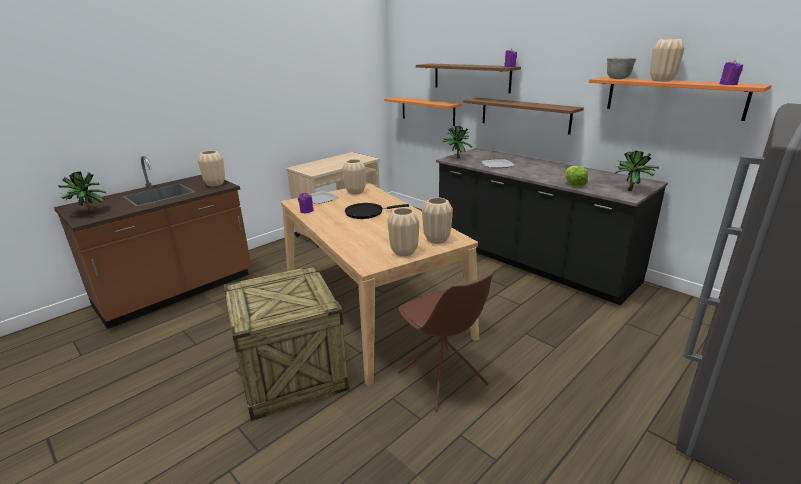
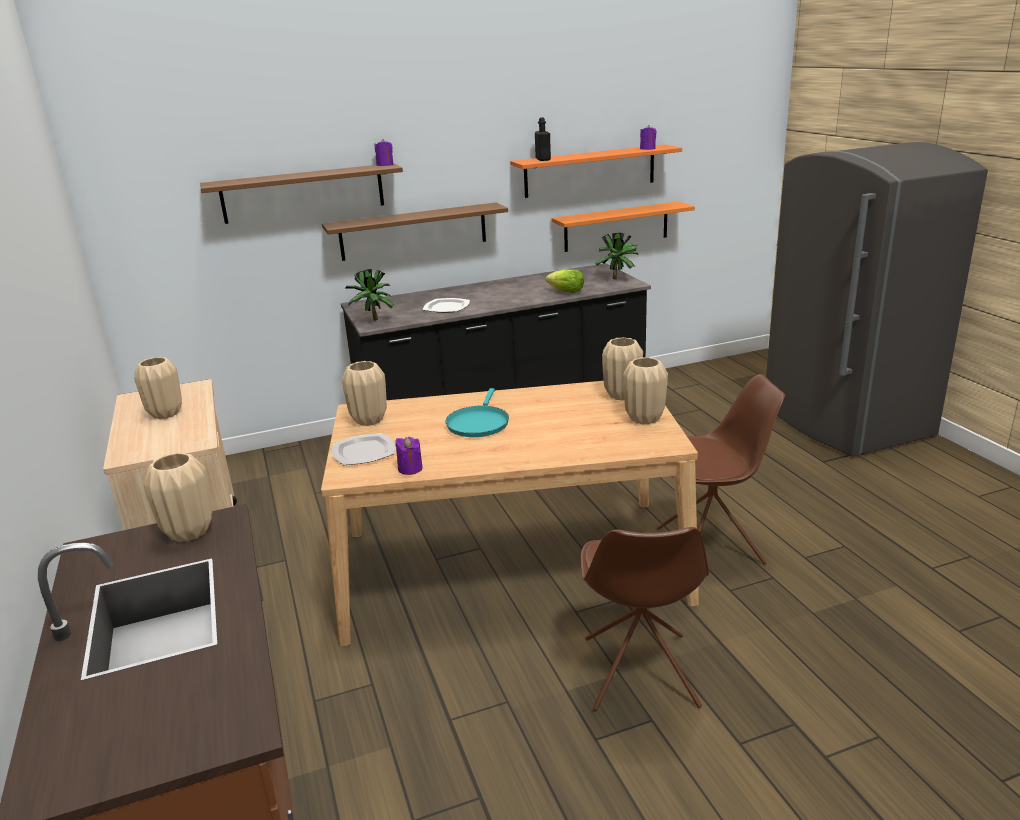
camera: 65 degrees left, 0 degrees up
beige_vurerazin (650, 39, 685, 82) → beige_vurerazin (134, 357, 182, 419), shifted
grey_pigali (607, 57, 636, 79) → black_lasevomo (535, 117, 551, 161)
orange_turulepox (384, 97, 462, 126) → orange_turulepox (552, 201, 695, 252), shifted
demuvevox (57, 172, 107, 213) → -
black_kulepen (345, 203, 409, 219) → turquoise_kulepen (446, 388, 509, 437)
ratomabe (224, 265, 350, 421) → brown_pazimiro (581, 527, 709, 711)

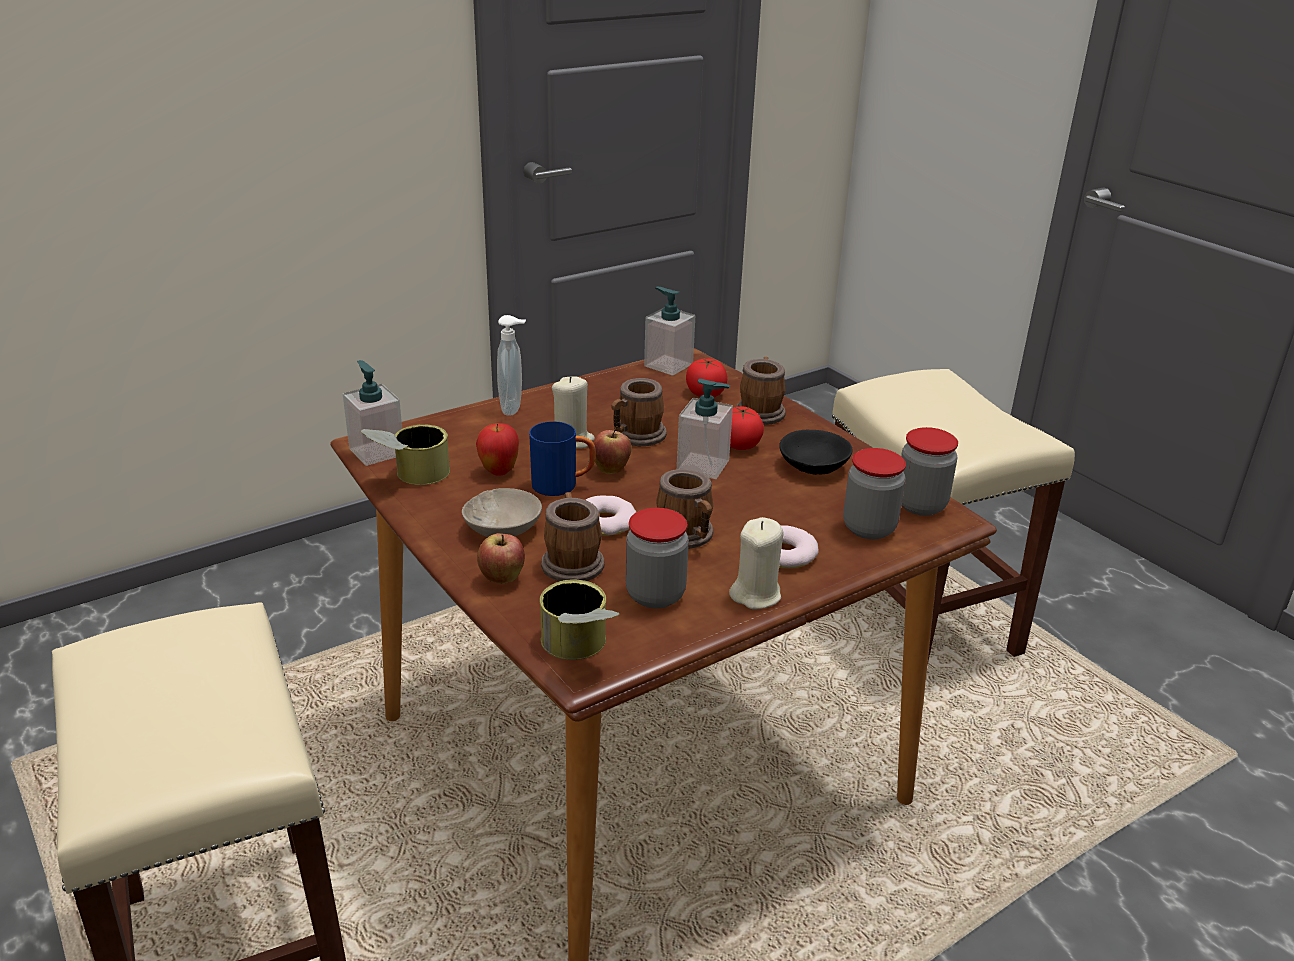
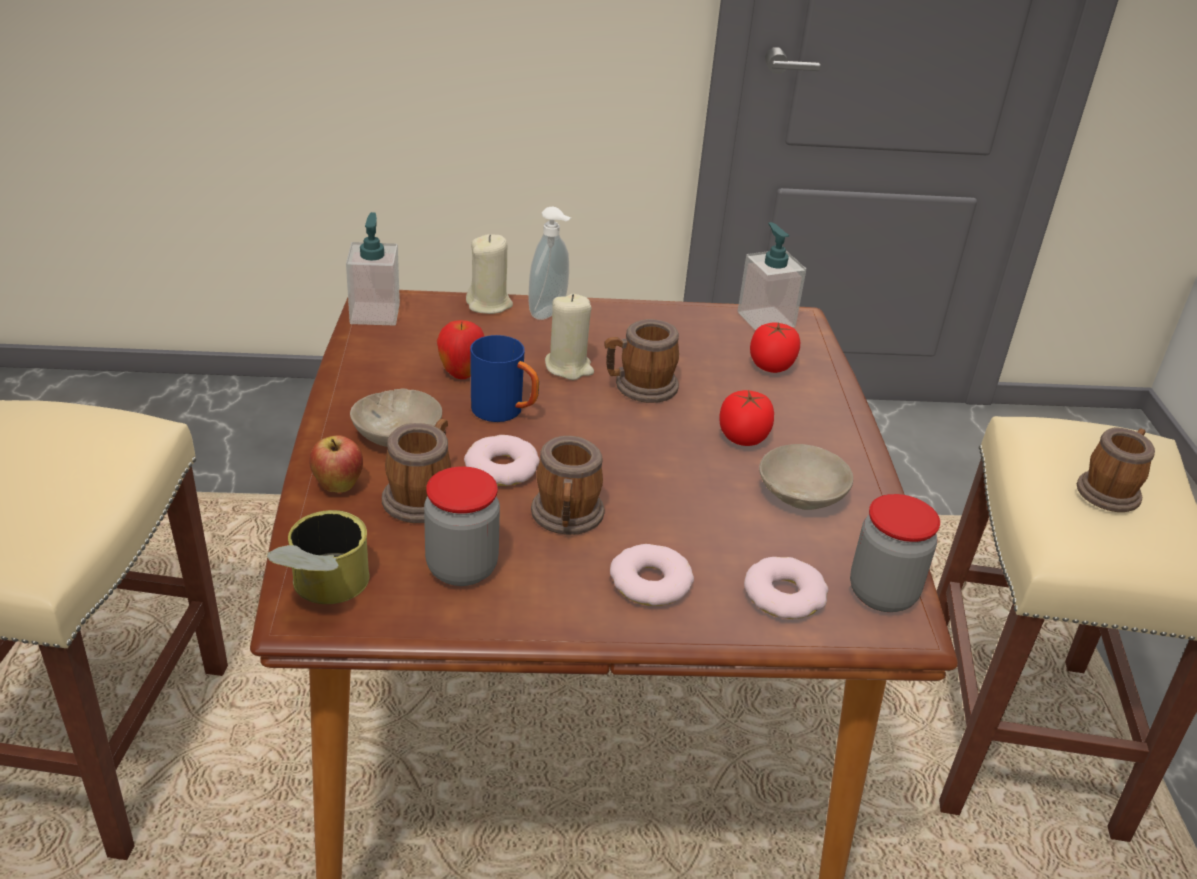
camera: 30 degrees right, 5 degrees up
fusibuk (736, 357, 786, 425) → fusibuk (1077, 427, 1155, 512), shifted
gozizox (677, 379, 733, 479) → -
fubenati (361, 424, 450, 485) → -
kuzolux (593, 426, 632, 474) → -
black_pigali (779, 430, 852, 475) → beige_pigali (759, 444, 853, 510)
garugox (843, 448, 906, 539) → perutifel (744, 557, 828, 619)
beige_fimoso (729, 517, 784, 609) → beige_fimoso (466, 234, 513, 314), shifted

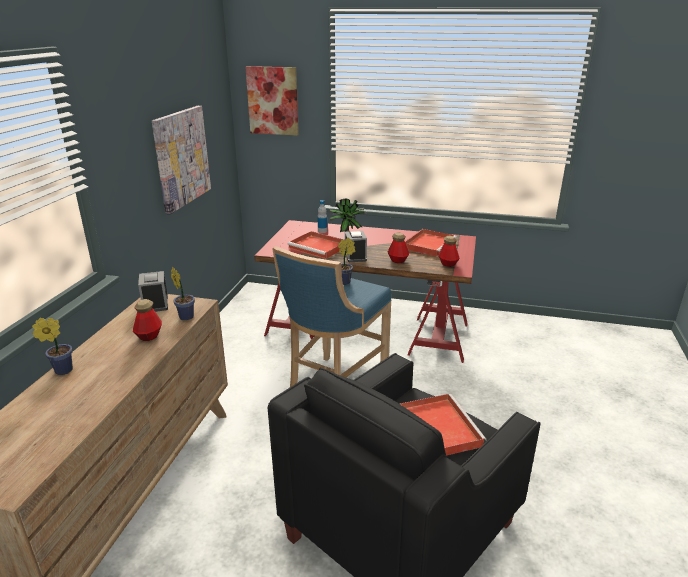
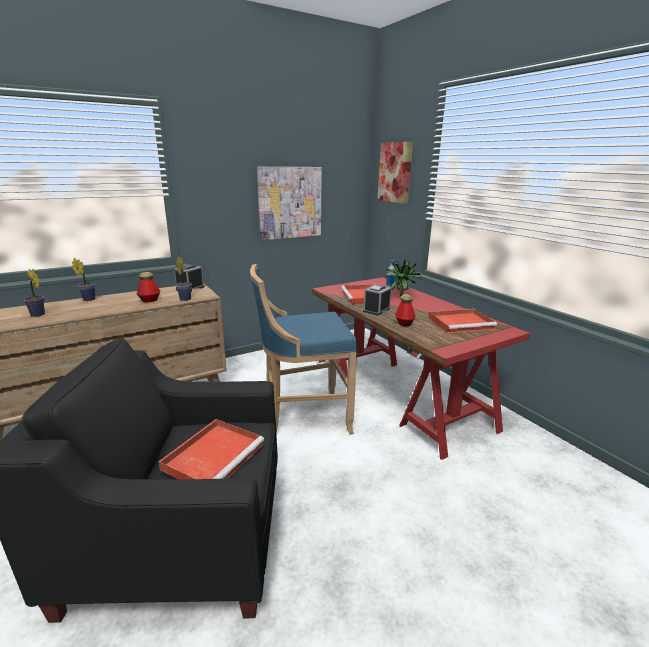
camera: 45 degrees right, 5 degrees down
lasevomo (438, 236, 460, 267) → -
demuvevox (338, 237, 355, 285) → demuvevox (23, 269, 45, 317), shifted

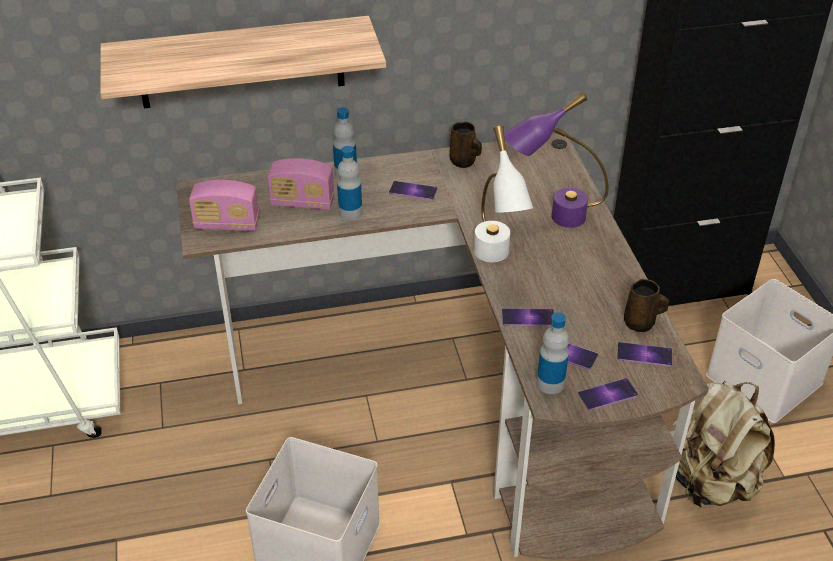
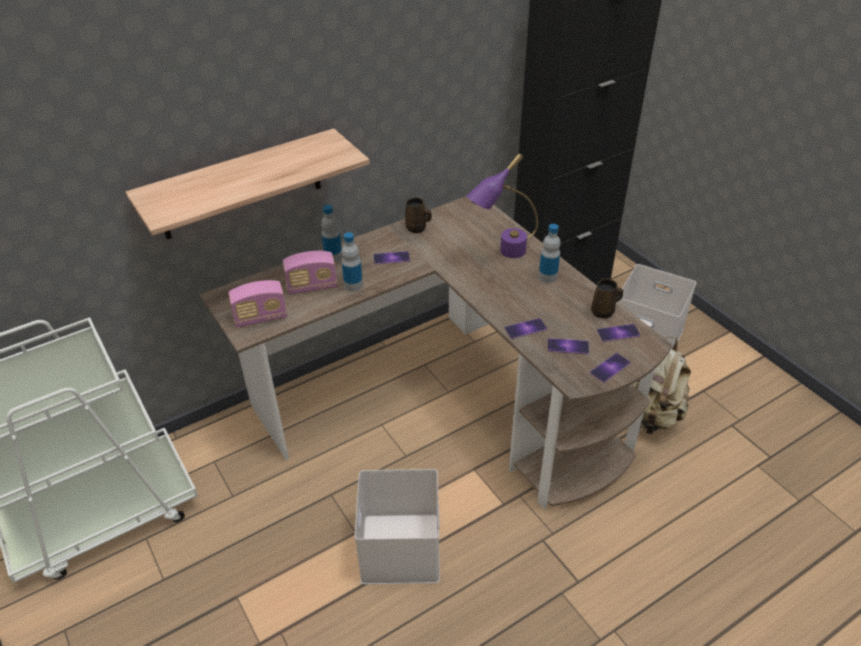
camera: 20 degrees left, 0 degrees up
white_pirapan (474, 126, 533, 262) → -
lasevomo (537, 312, 569, 394) → lasevomo (539, 224, 561, 283), shifted

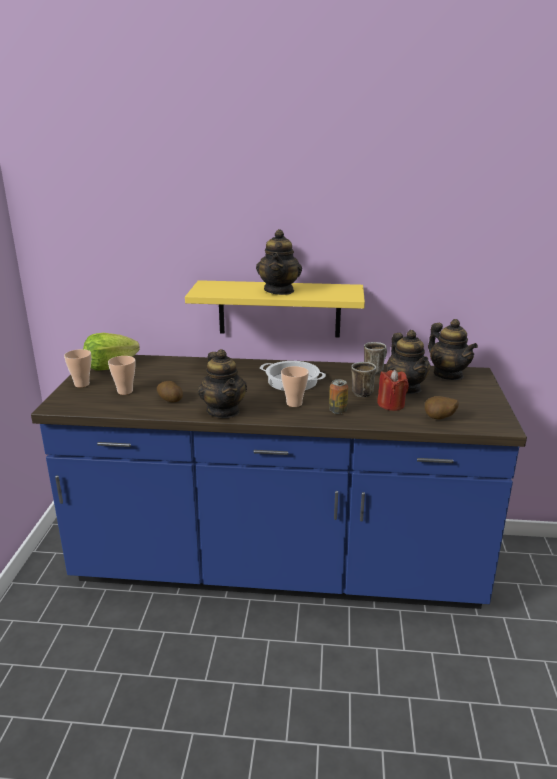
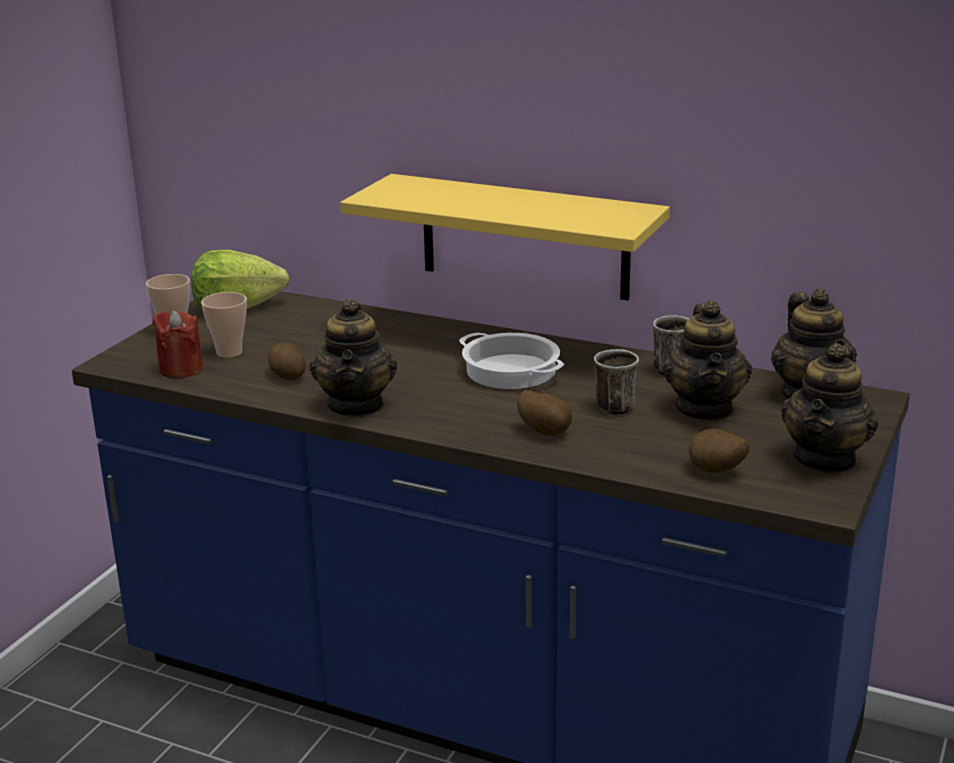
camera: 20 degrees right, 0 degrees up
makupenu (256, 229, 302, 295) → makupenu (781, 343, 878, 474), shifted
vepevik (281, 366, 309, 407) → -
red_fimoso (377, 370, 409, 411) → red_fimoso (152, 310, 203, 378), shifted
fubenati (329, 379, 348, 414) → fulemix (517, 390, 572, 436)

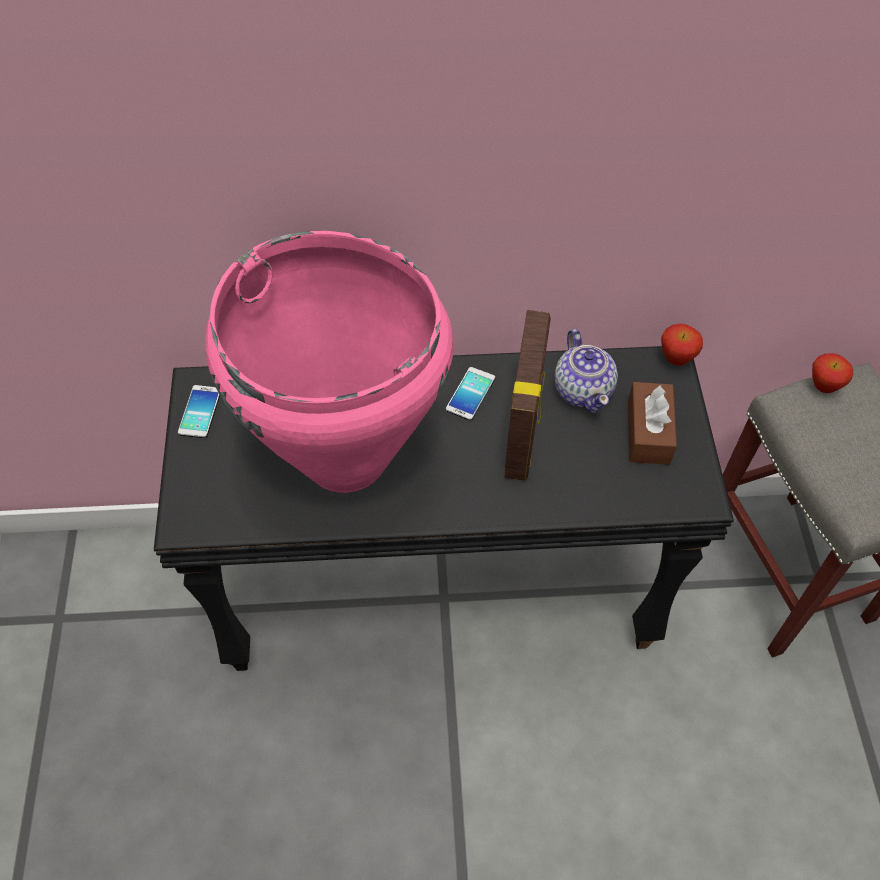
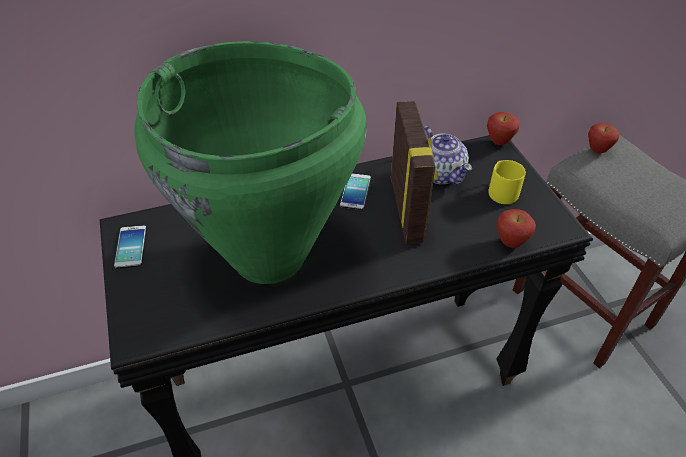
camera: 15 degrees left, 10 degrees down
pink_vurerazin (205, 231, 454, 493) → green_vurerazin (134, 41, 367, 284)
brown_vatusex (628, 382, 677, 465) → yellow_fusibuk (488, 160, 526, 204)
- → kuzolux (496, 209, 536, 248)

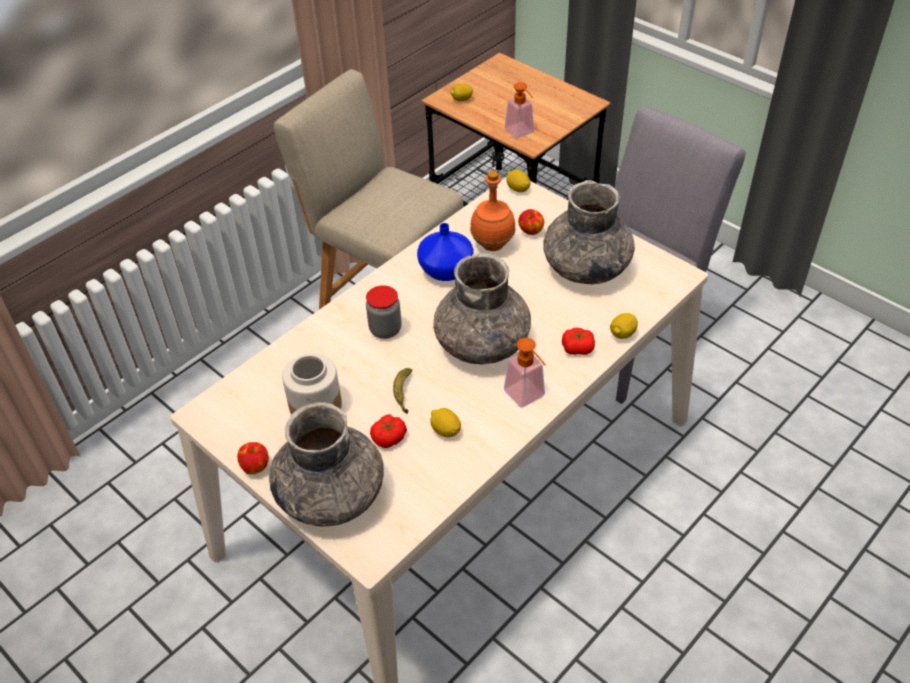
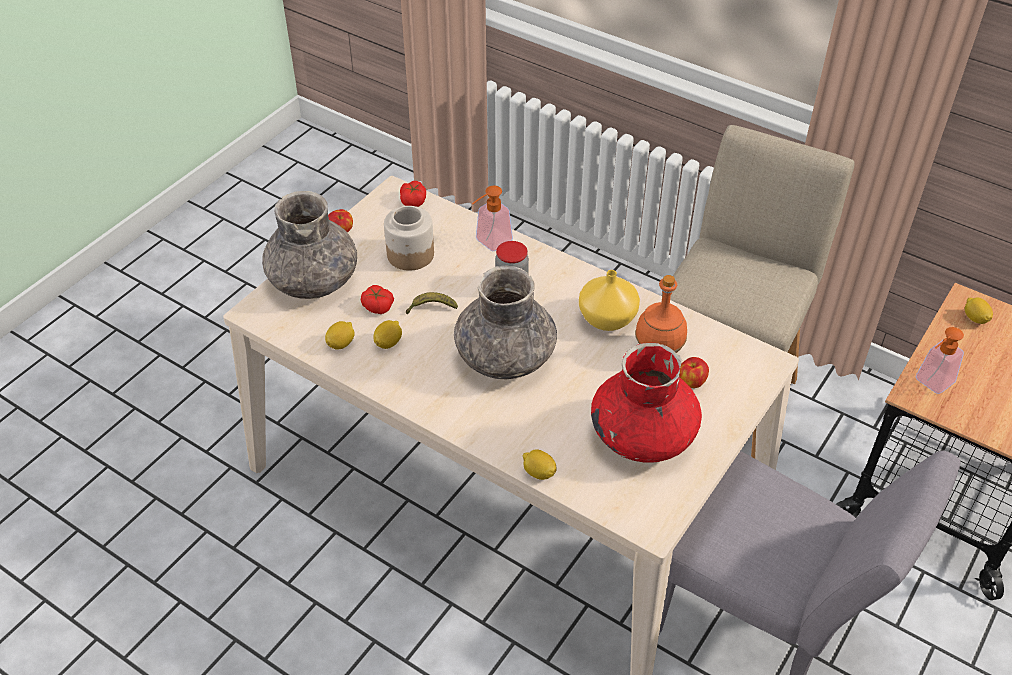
camera: 80 degrees right, 0 degrees up
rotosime (506, 170, 531, 192) → rotosime (325, 321, 354, 350), shifted
grey_vurerazin (544, 180, 635, 284) → red_vurerazin (591, 343, 702, 463)
blue_vurerazin (417, 223, 474, 281) → yellow_vurerazin (579, 270, 640, 331)
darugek (562, 328, 595, 355) → darugek (400, 181, 426, 207), shifted
gozizox (504, 338, 546, 408) → gozizox (472, 185, 513, 251), shifted

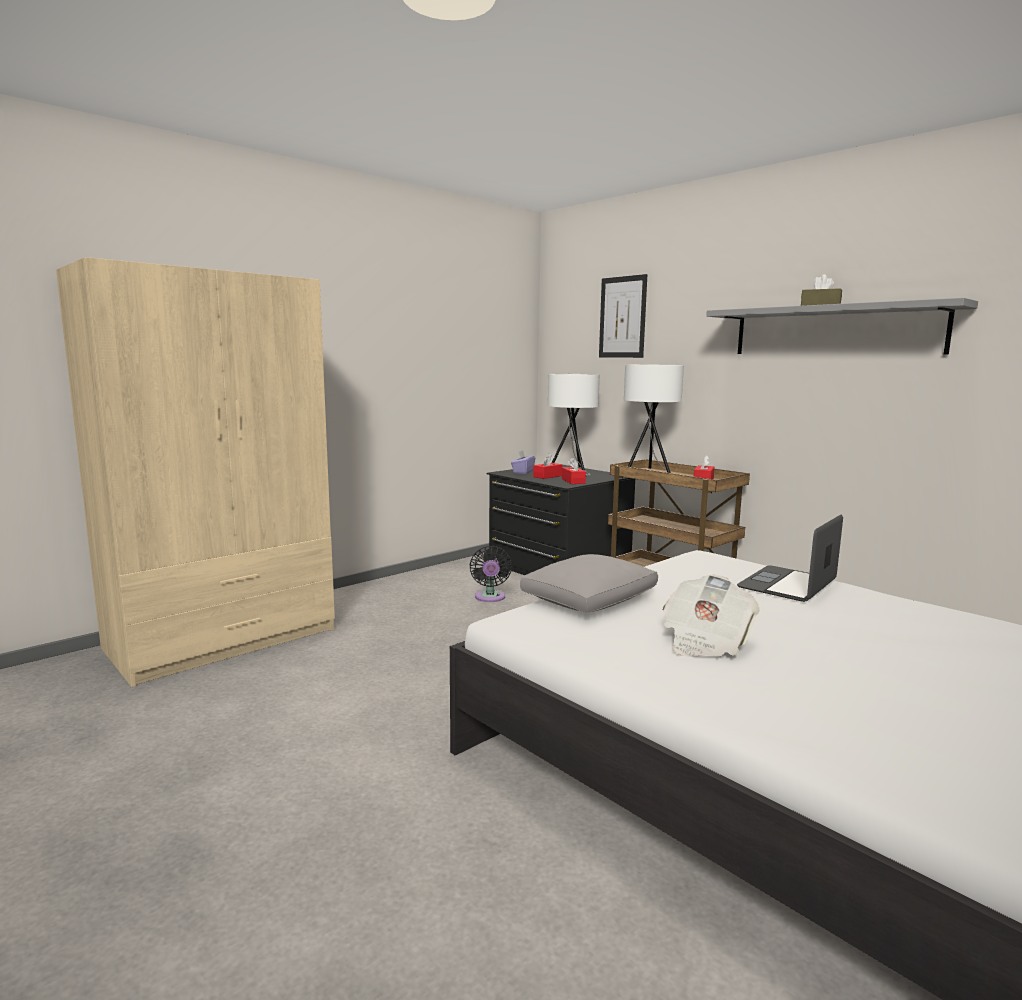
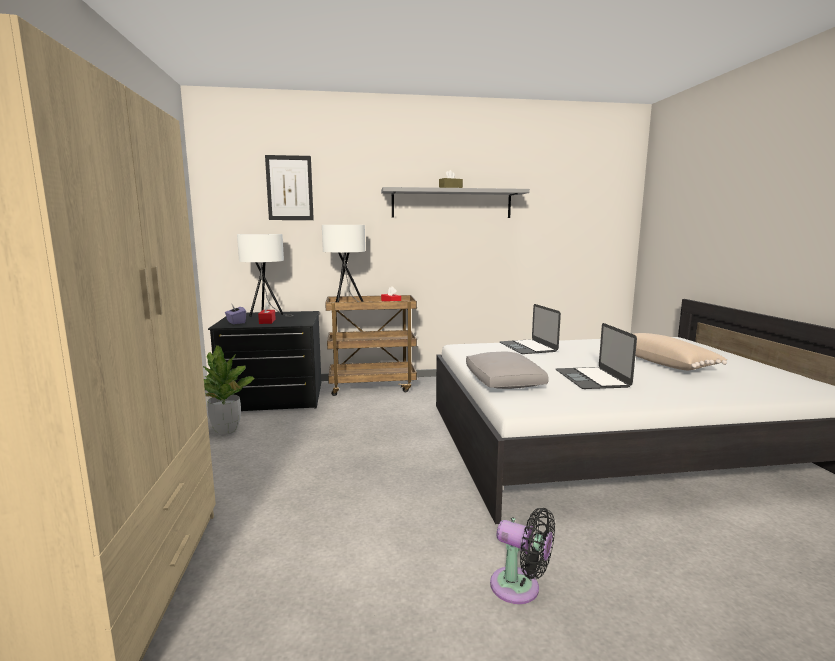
camera: 55 degrees left, 0 degrees up
red_vatusex (562, 457, 586, 484) → -
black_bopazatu (470, 546, 512, 602) → black_bopazatu (490, 508, 555, 604), shifted
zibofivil (662, 575, 760, 657) → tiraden (556, 323, 637, 389)
- → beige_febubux (634, 333, 727, 370)
- → demuvevox (203, 345, 255, 434)

